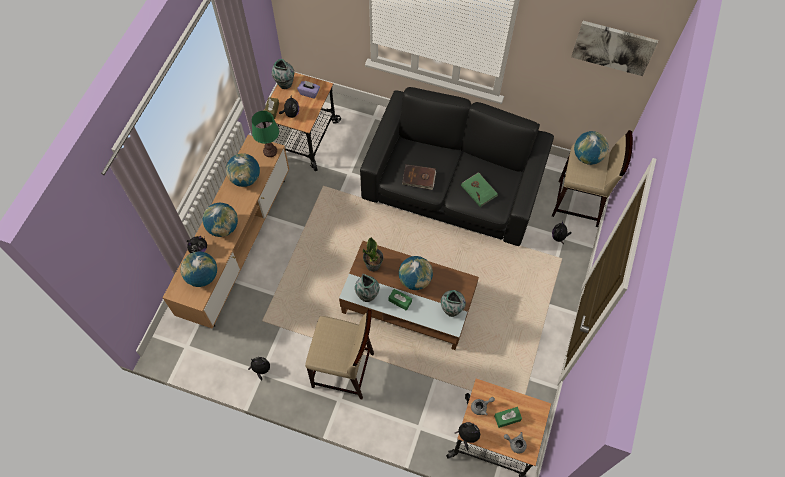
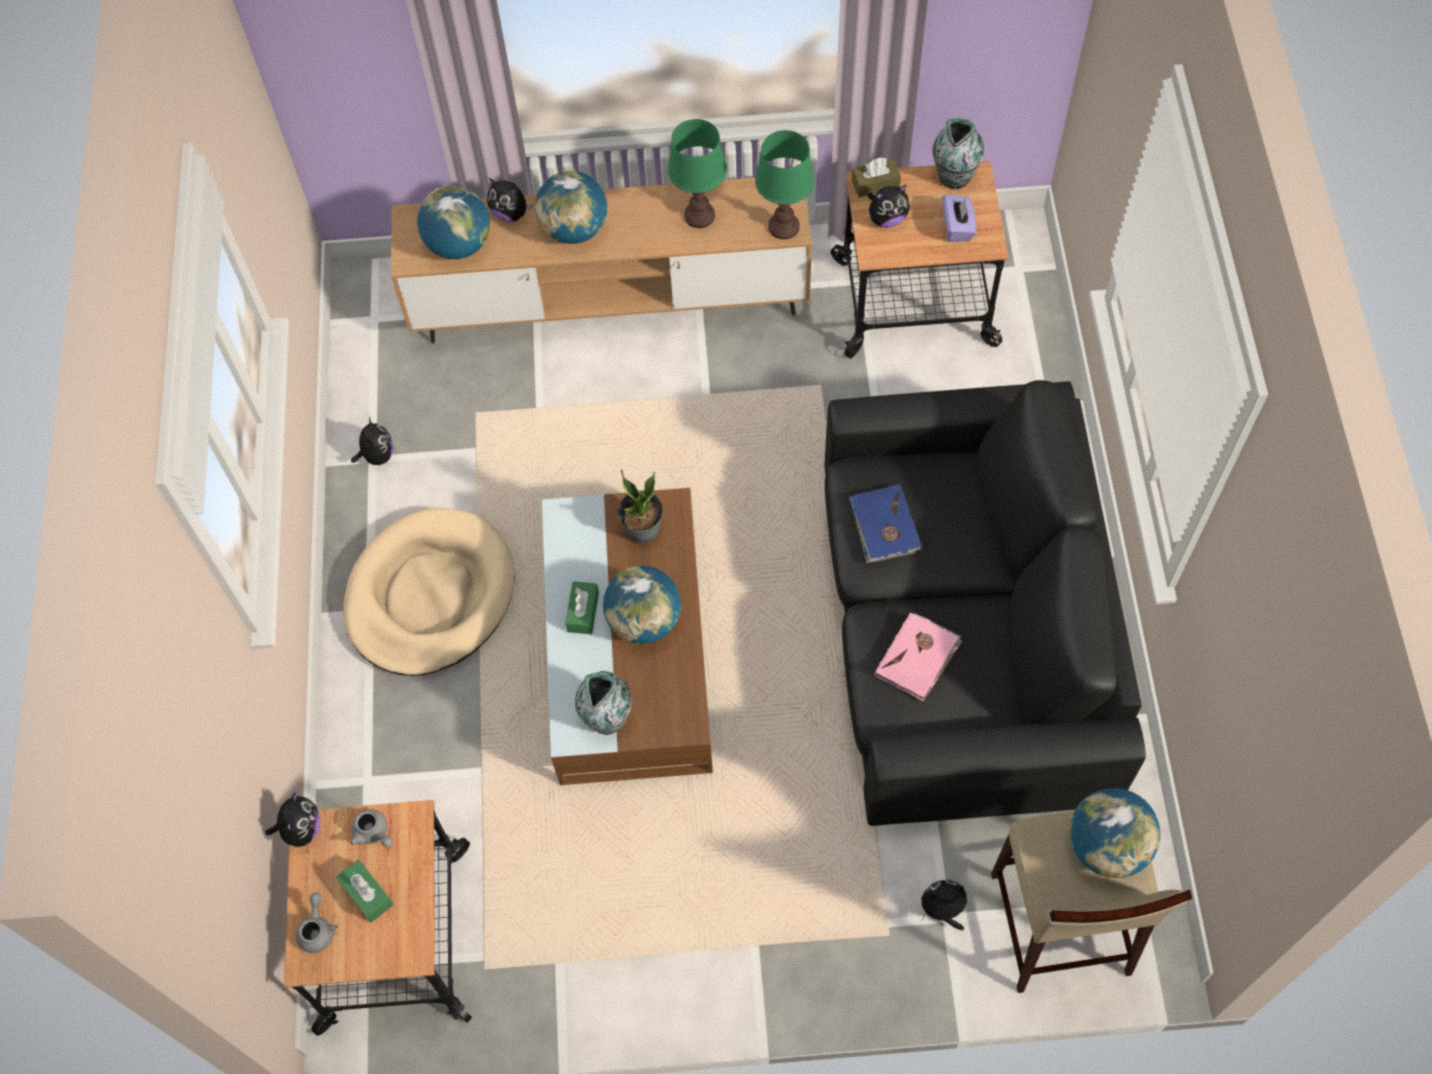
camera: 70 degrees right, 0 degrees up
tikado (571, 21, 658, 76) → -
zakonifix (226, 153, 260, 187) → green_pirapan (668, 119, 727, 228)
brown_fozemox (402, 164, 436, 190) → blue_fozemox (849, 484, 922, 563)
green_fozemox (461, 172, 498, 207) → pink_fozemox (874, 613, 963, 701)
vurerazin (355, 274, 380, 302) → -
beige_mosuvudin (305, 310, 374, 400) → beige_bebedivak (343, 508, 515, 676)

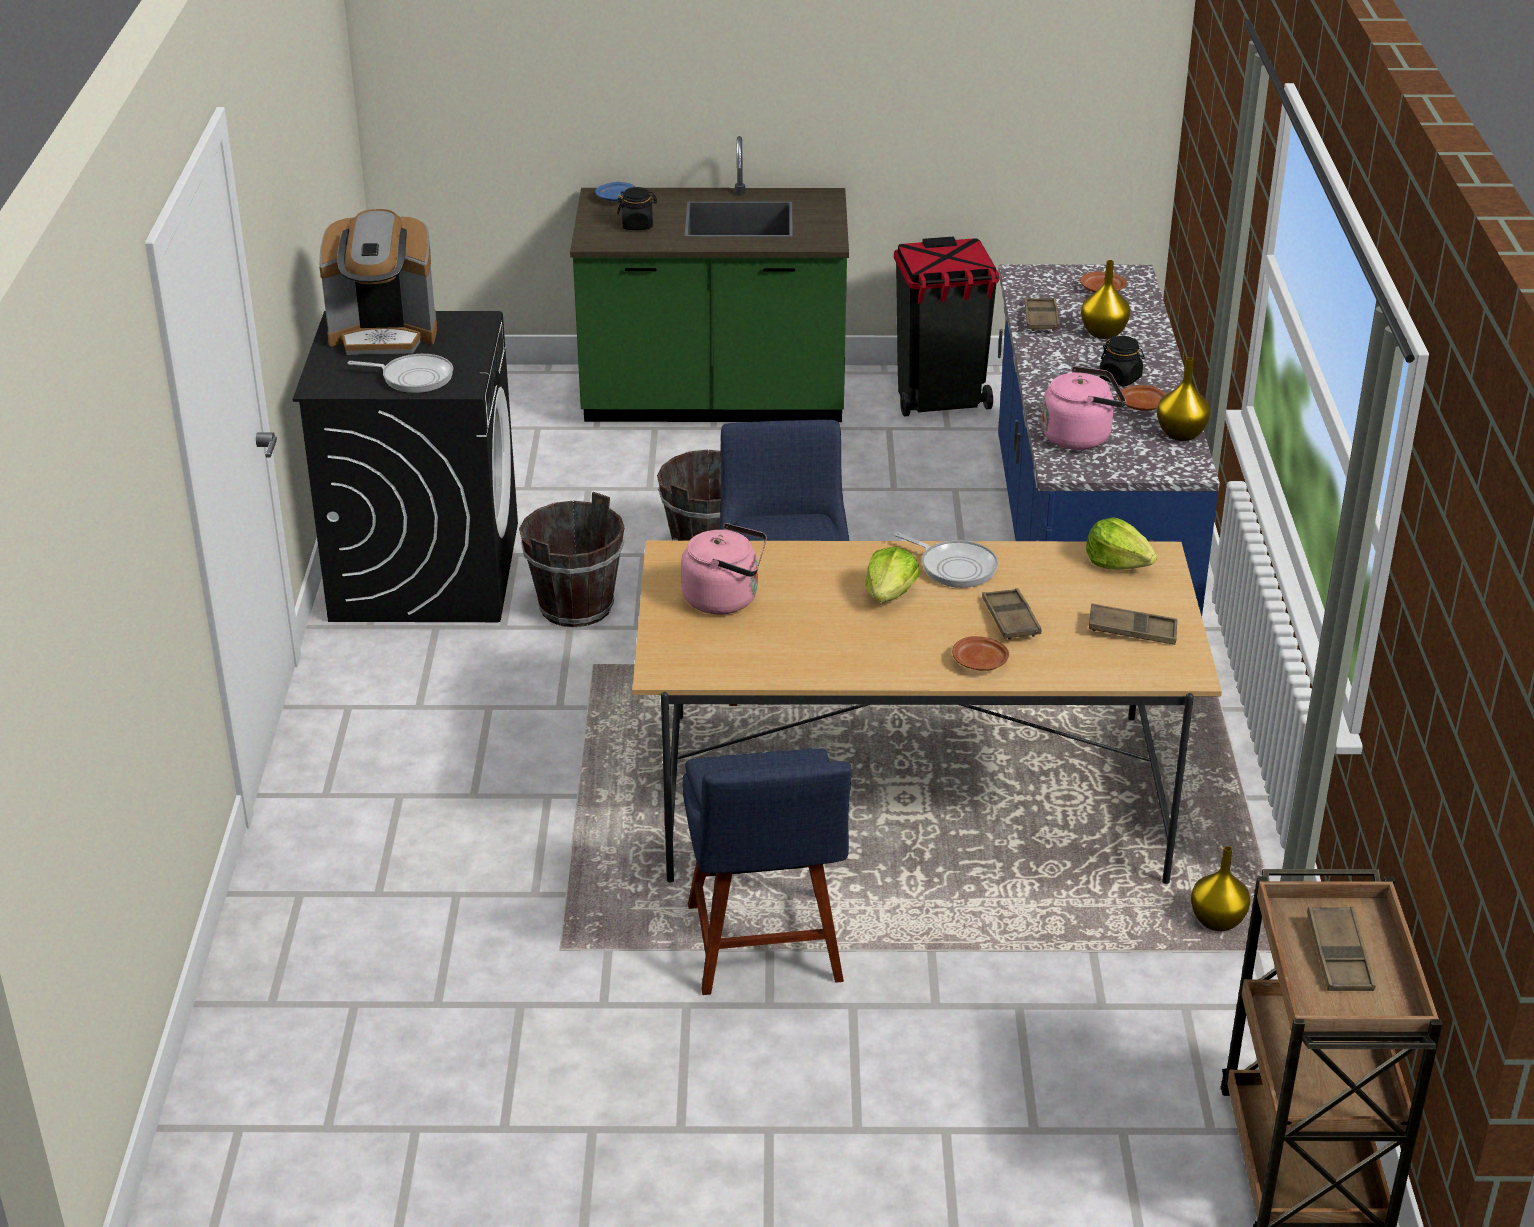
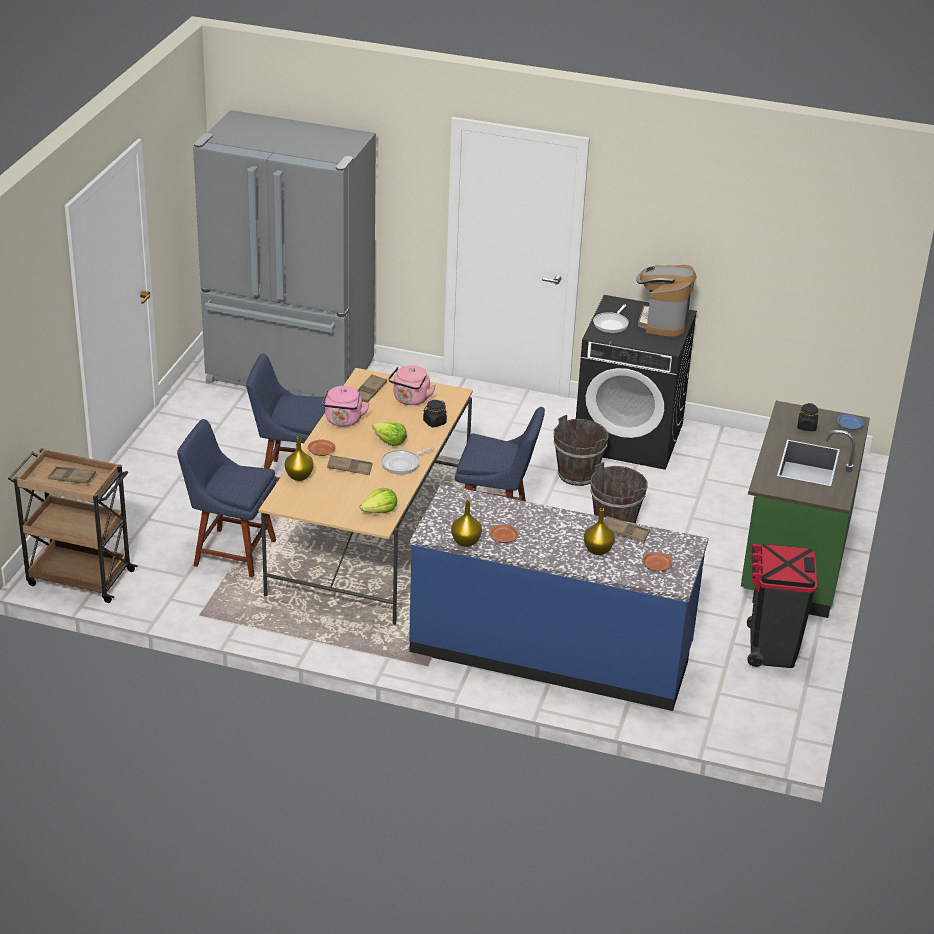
camera: 105 degrees right, 0 degrees up
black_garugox (1100, 336, 1145, 386) → black_garugox (423, 400, 447, 427), shifted
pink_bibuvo (1041, 366, 1126, 450) → pink_bibuvo (322, 386, 370, 427), shifted
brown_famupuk (1089, 603, 1177, 645) → brown_famupuk (357, 374, 387, 403), shifted
yellow_vurerazin (1191, 846, 1250, 931) → yellow_vurerazin (285, 436, 314, 481), shifted
- → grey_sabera (193, 110, 376, 397)
- → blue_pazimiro (177, 419, 277, 578)

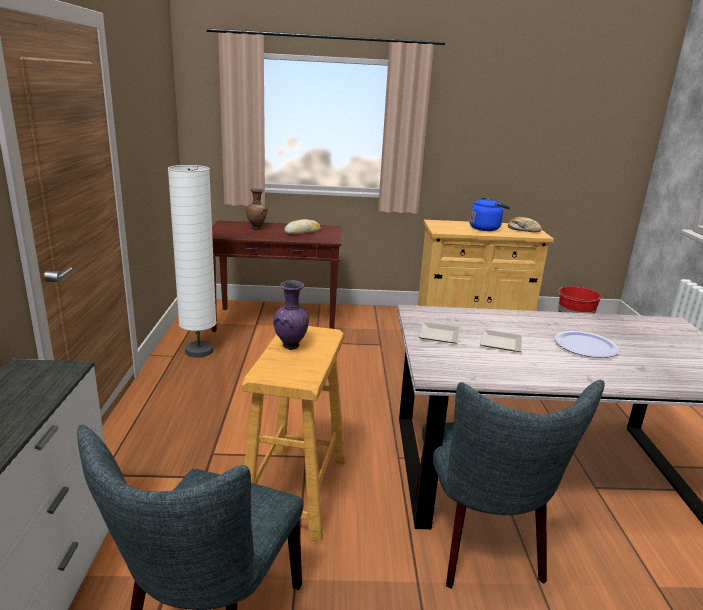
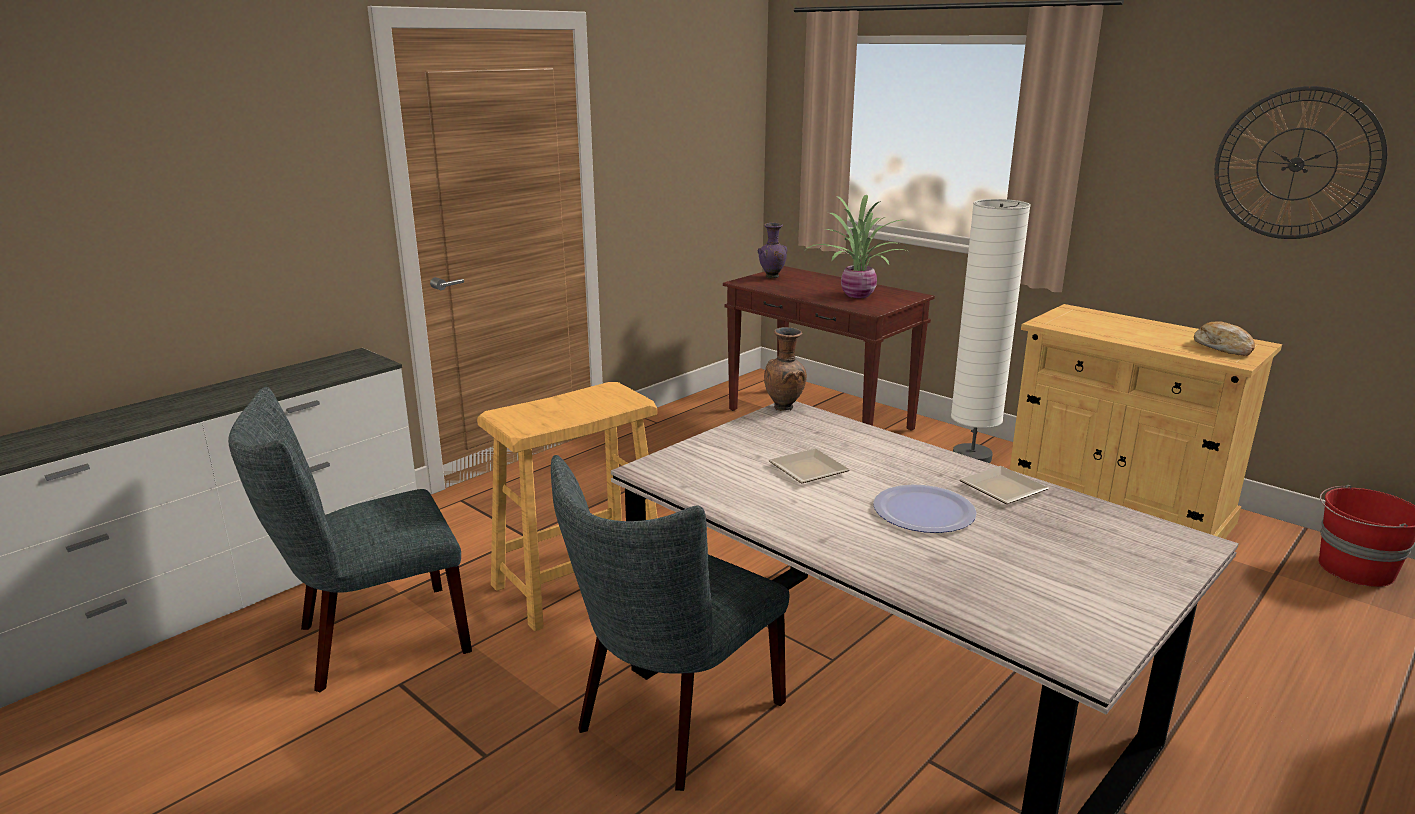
camera: 45 degrees right, 0 degrees up
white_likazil (168, 165, 216, 357) → white_likazil (951, 199, 1031, 463), shifted
brown_vurerazin (246, 189, 268, 229) → brown_vurerazin (764, 327, 807, 411), shifted
blue_bibuvo (469, 197, 510, 231) → -
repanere (284, 219, 321, 234) → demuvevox (803, 195, 908, 298)
purple_vurerazin (273, 280, 309, 350) → purple_vurerazin (758, 223, 787, 278), shifted
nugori (418, 322, 460, 343) → nugori (959, 466, 1049, 504), shifted
- → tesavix (1214, 86, 1387, 239)

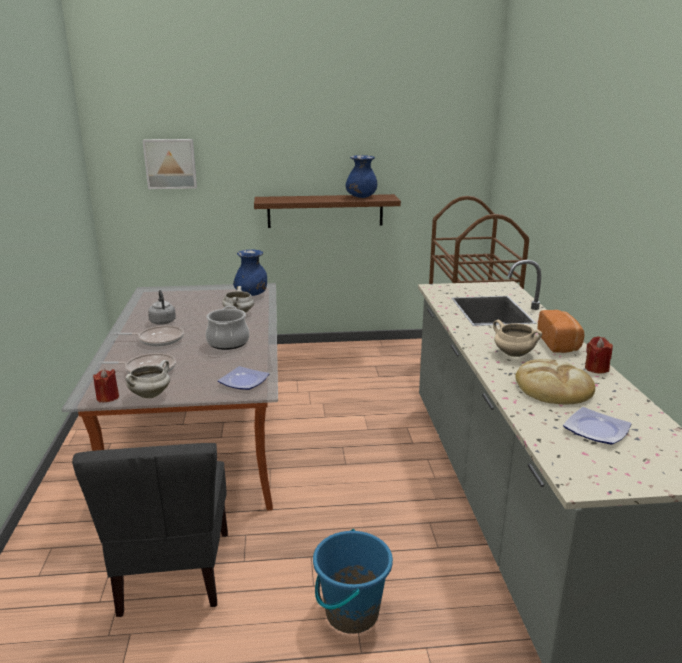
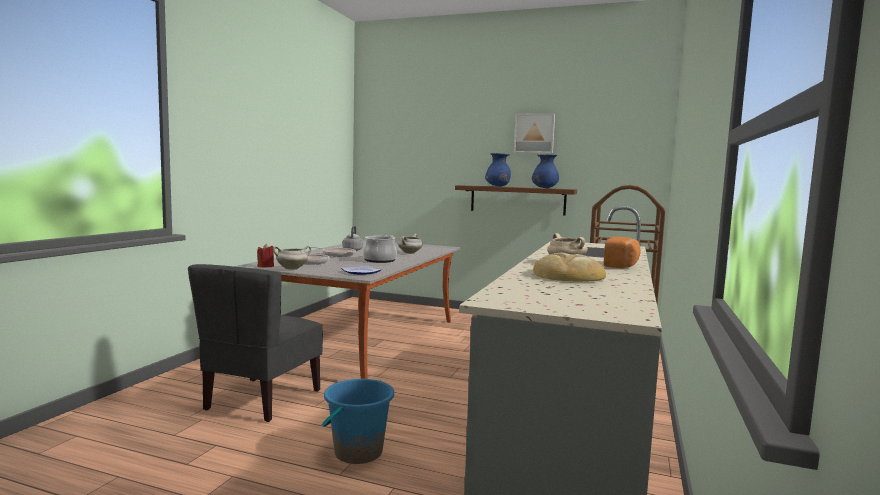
camera: 25 degrees right, 15 degrees down
tikado (143, 139, 197, 189) → tikado (514, 113, 555, 153), shifted
blue_vurerazin (233, 249, 267, 296) → blue_vurerazin (485, 153, 511, 187), shifted
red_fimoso (585, 336, 613, 373) → -
nugori (563, 407, 631, 445) → -

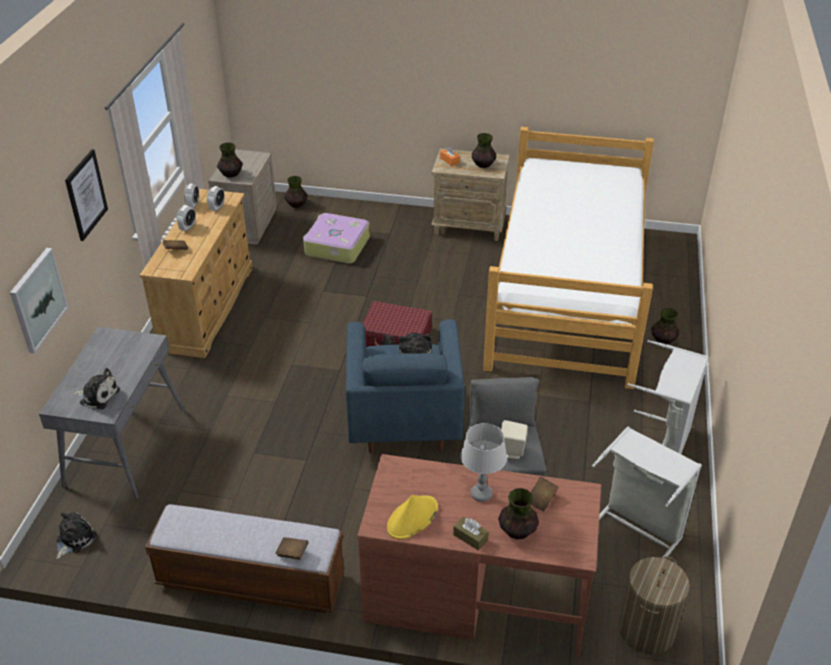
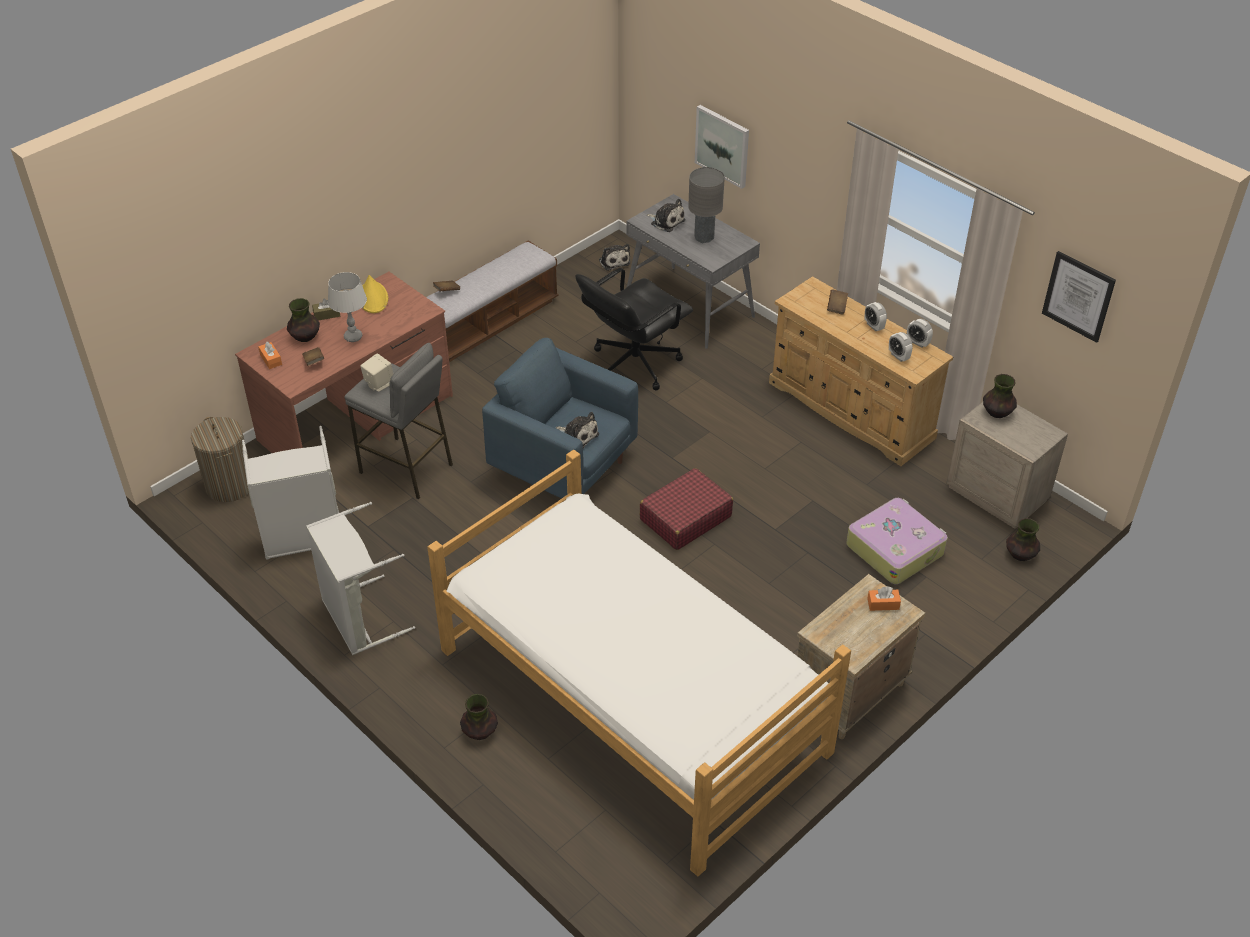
camera: 125 degrees right, 5 degrees up
vurerazin (472, 133, 496, 168) → -
tikado (65, 149, 108, 241) → tikado (1042, 251, 1116, 343), shifted
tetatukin (73, 368, 120, 409) → tetatukin (647, 199, 685, 232), 105 degrees counterclockwise
- → grey_pirapan (688, 167, 725, 243)
- → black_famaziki (575, 268, 693, 390)
- → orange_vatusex (258, 341, 282, 369)

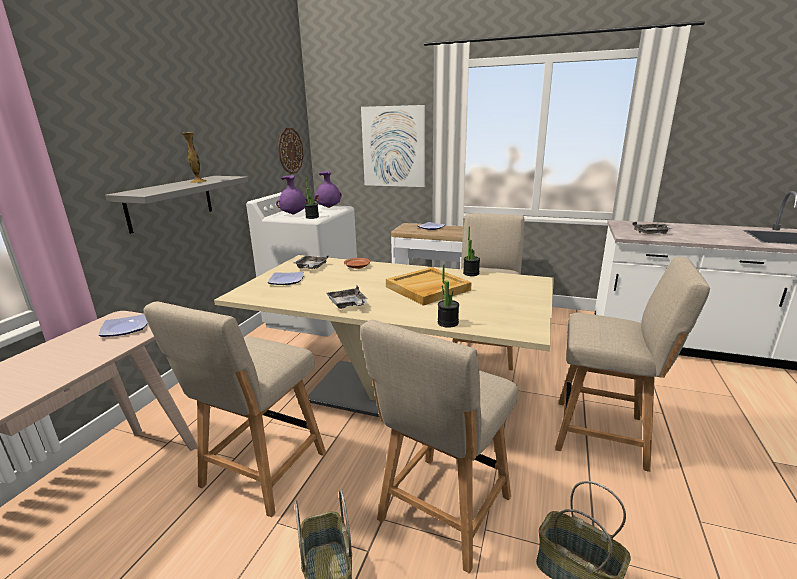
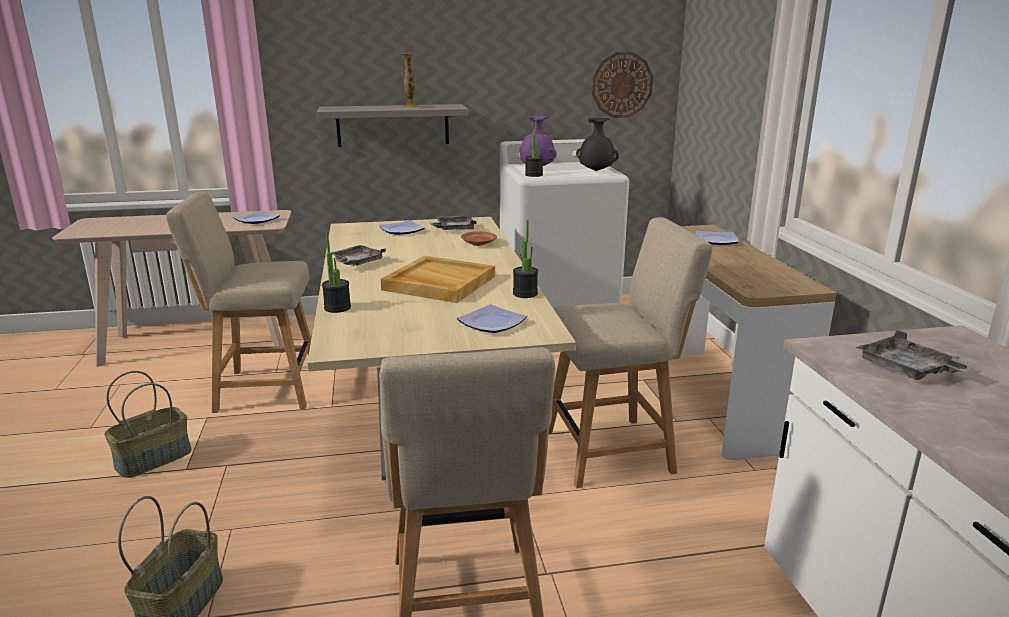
camera: 60 degrees right, 0 degrees up
tikado (361, 105, 425, 187) → -
purple_vurerazin (314, 171, 342, 208) → black_vurerazin (576, 118, 619, 171)
beige_pazimiro (360, 320, 518, 574) → -
- → nugori (457, 304, 527, 333)

